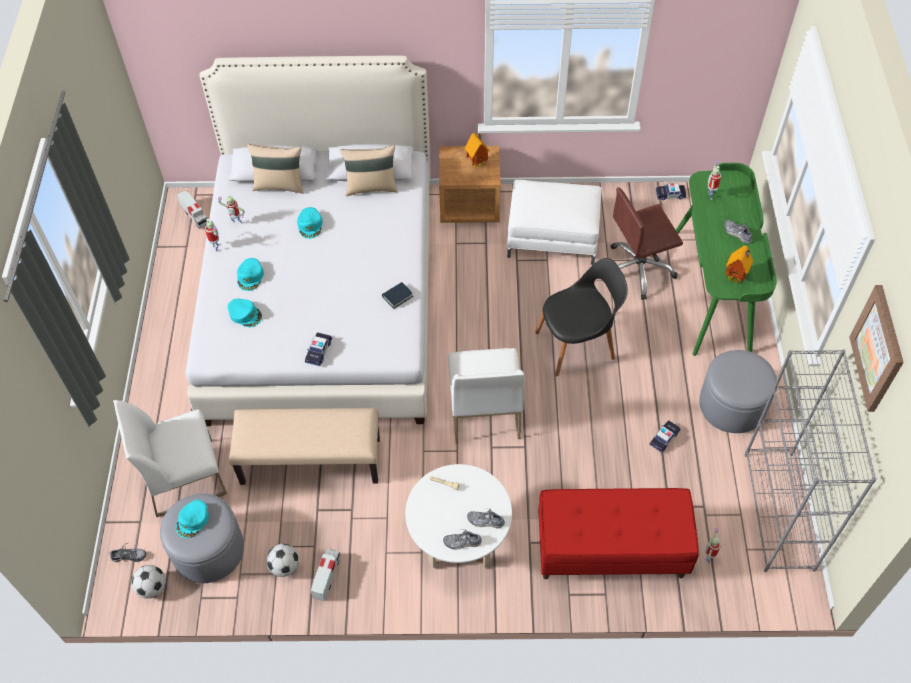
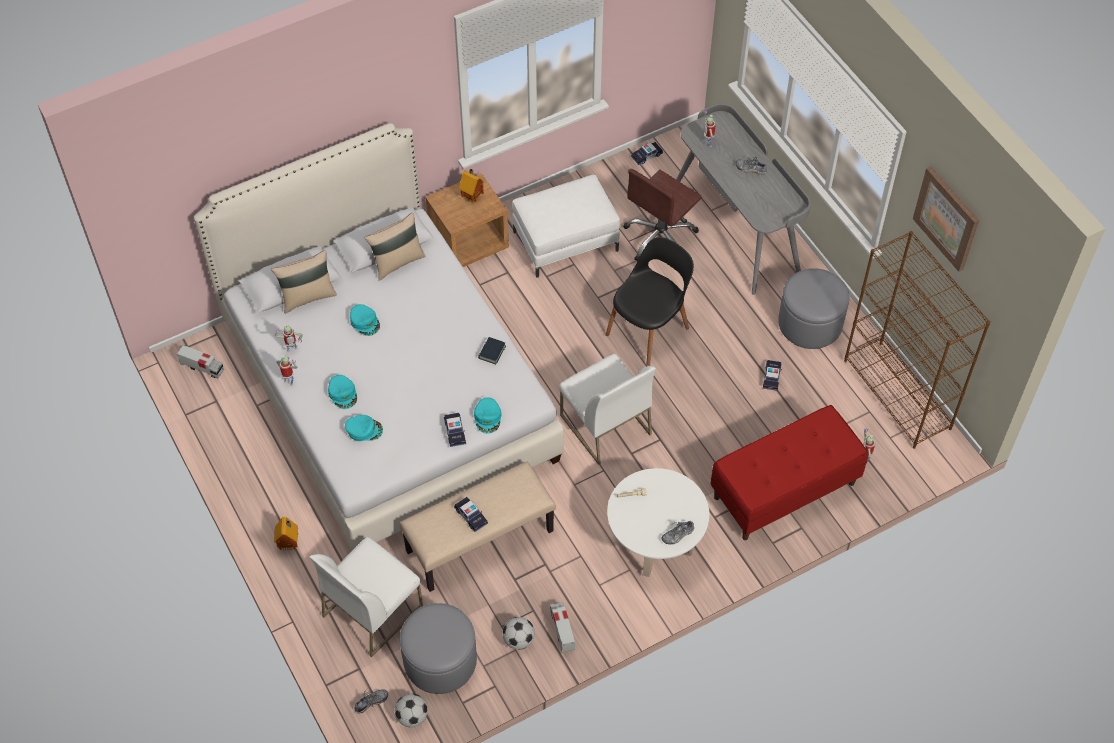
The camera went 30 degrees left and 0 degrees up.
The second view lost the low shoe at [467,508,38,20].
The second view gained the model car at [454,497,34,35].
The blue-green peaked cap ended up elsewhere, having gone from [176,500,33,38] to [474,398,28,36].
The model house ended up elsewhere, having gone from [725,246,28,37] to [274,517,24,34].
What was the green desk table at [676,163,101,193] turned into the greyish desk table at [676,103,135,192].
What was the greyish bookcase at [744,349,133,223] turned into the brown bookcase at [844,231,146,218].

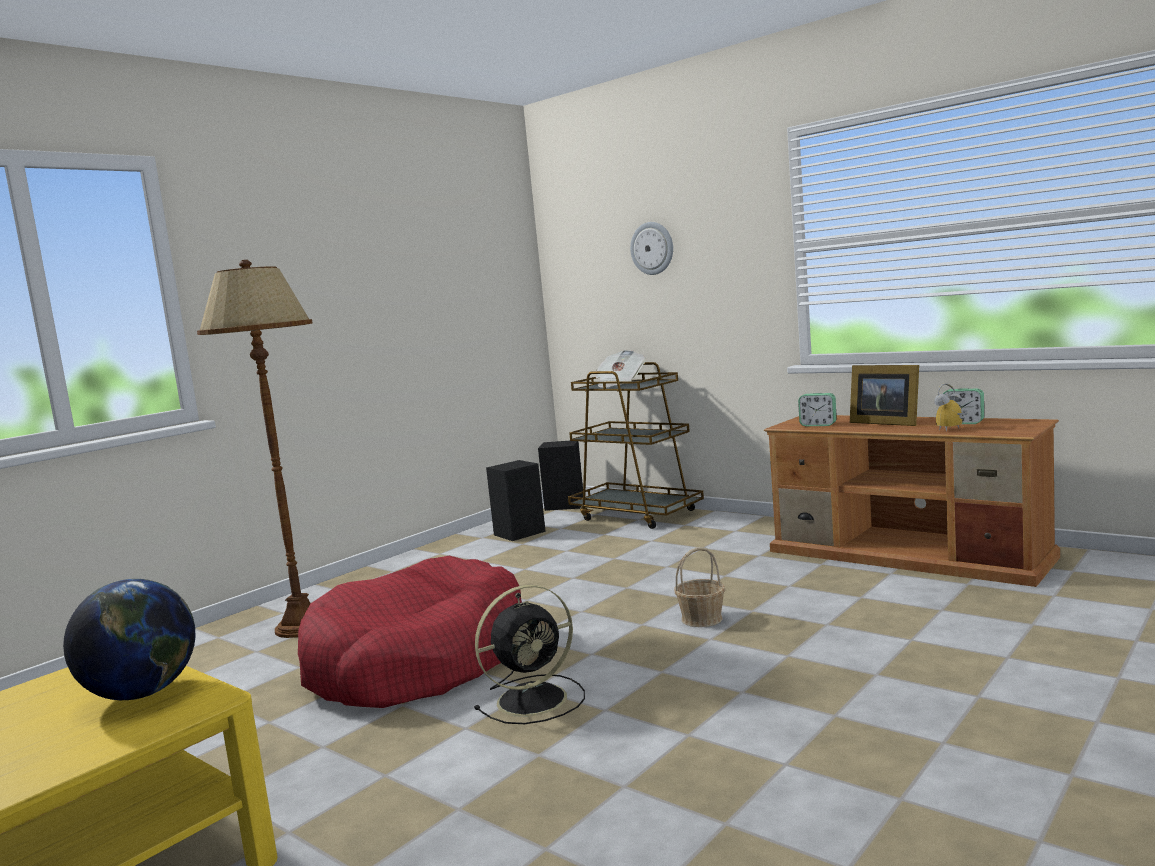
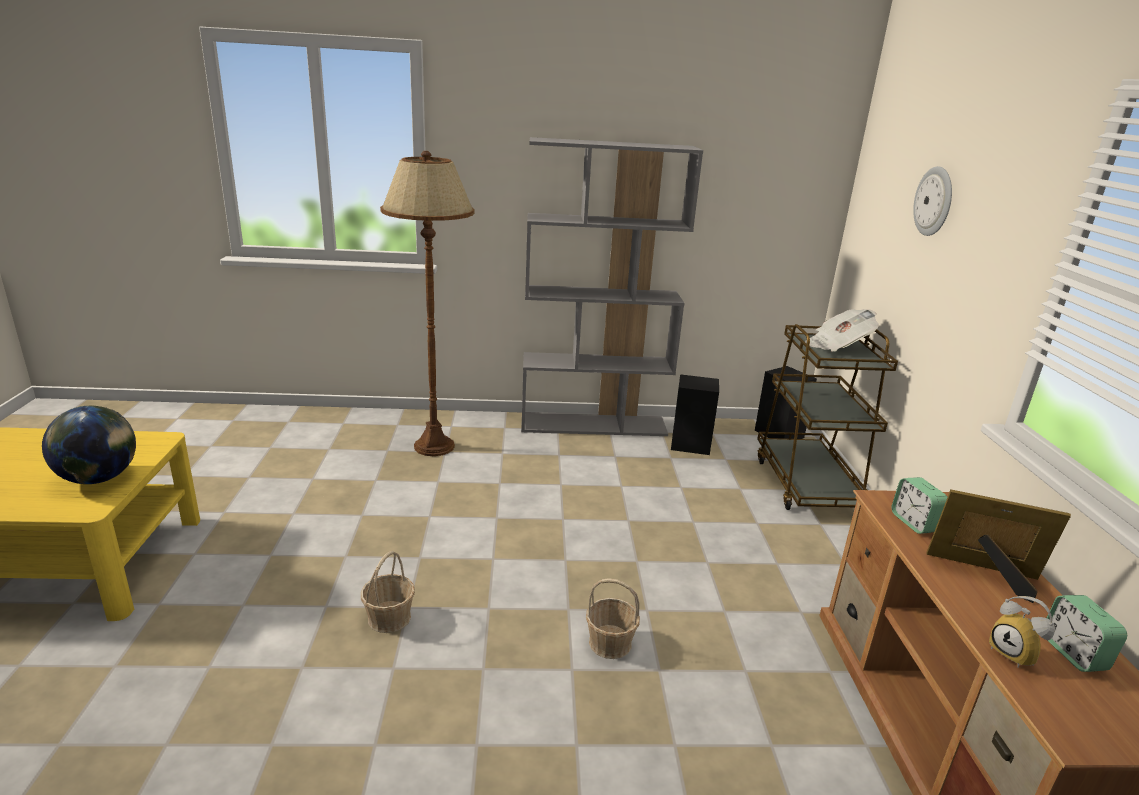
The camera went 45 degrees right and 15 degrees up.
The second view lost the red-coloured dog cushion at [298,556,224,152].
The second view gained the greyish bookcase at [521,137,182,299].
Where the black-coloured electric fan stood at [474,585,111,139], the storage basket came to stand at [361,551,54,82].
The picture frame at [850,365,69,61] ended up facing another way, 105 degrees clockwise from before.
The bedside clock at [934,383,34,49] ended up facing another way, 135 degrees counterclockwise from before.

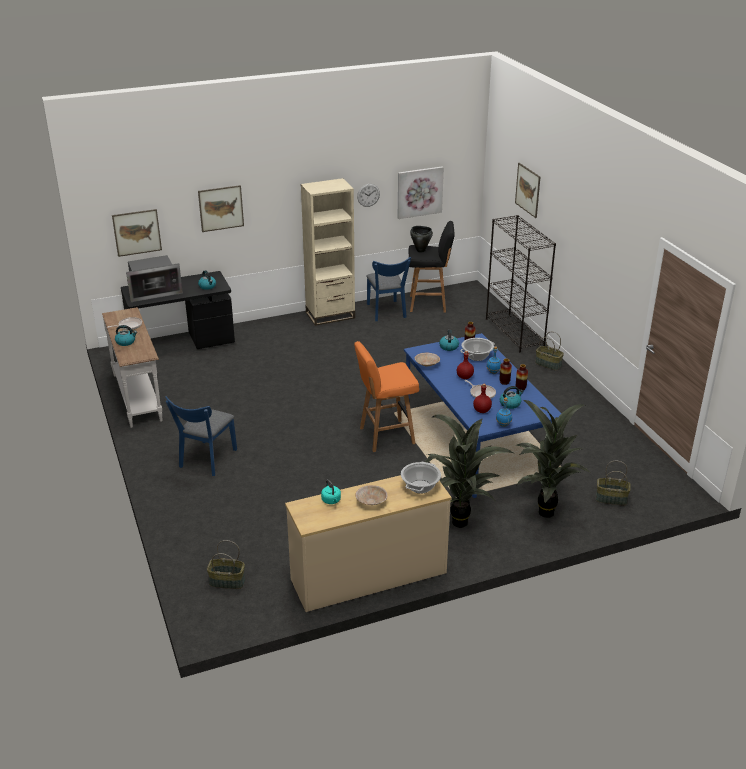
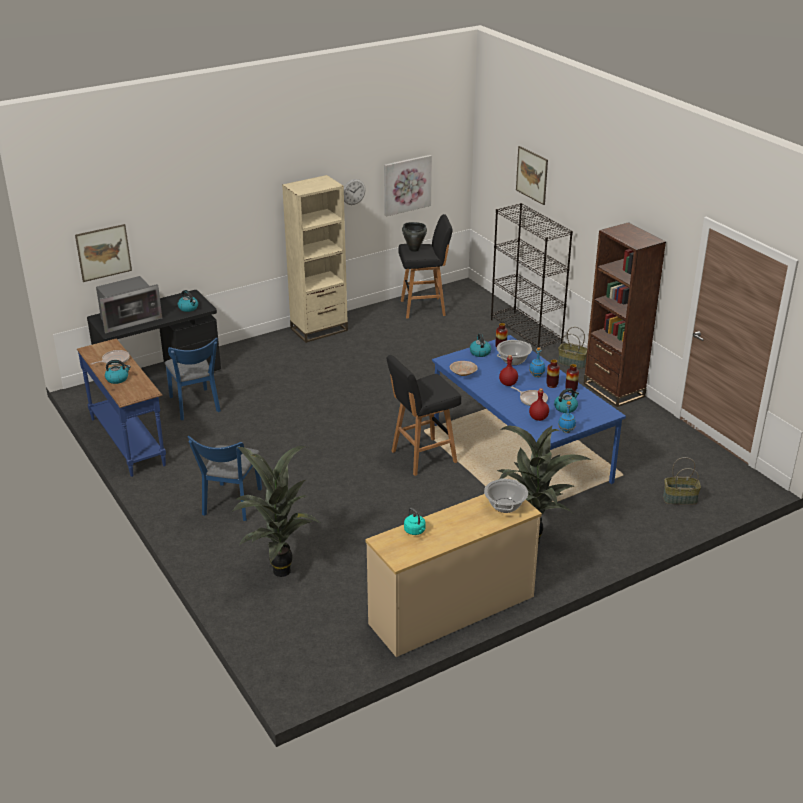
The camera went 10 degrees left and 0 degrees up.
The second view lost the wall art at [198,185,46,47].
The second view lost the storage basket at [207,540,38,49].
The second view lost the sand-coloured serving bowl at [355,485,33,20].
The second view gained the brown bookcase at [584,222,82,185].
The bluish chair ended up elsewhere, having gone from [366,257,45,64] to [165,338,56,82].
The houseplant ended up elsewhere, having gone from [515,400,77,118] to [233,446,88,131].
What was the white-coloured hall table at [102,307,60,121] turned into the bluish hall table at [77,339,89,138].
What was the orange stool at [354,341,65,111] turned into the black-coloured stool at [386,355,75,121].

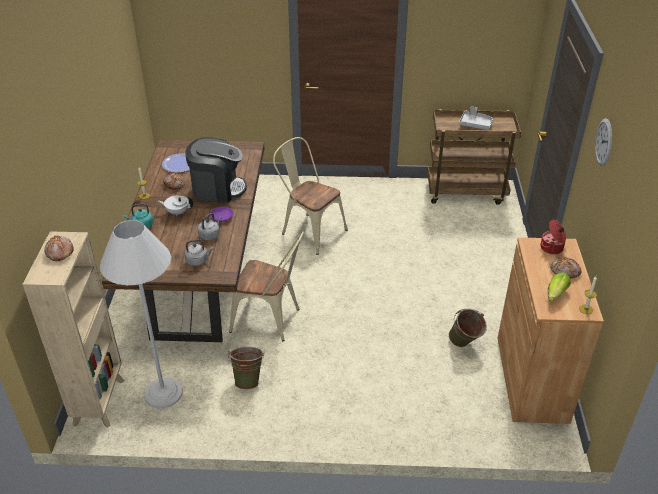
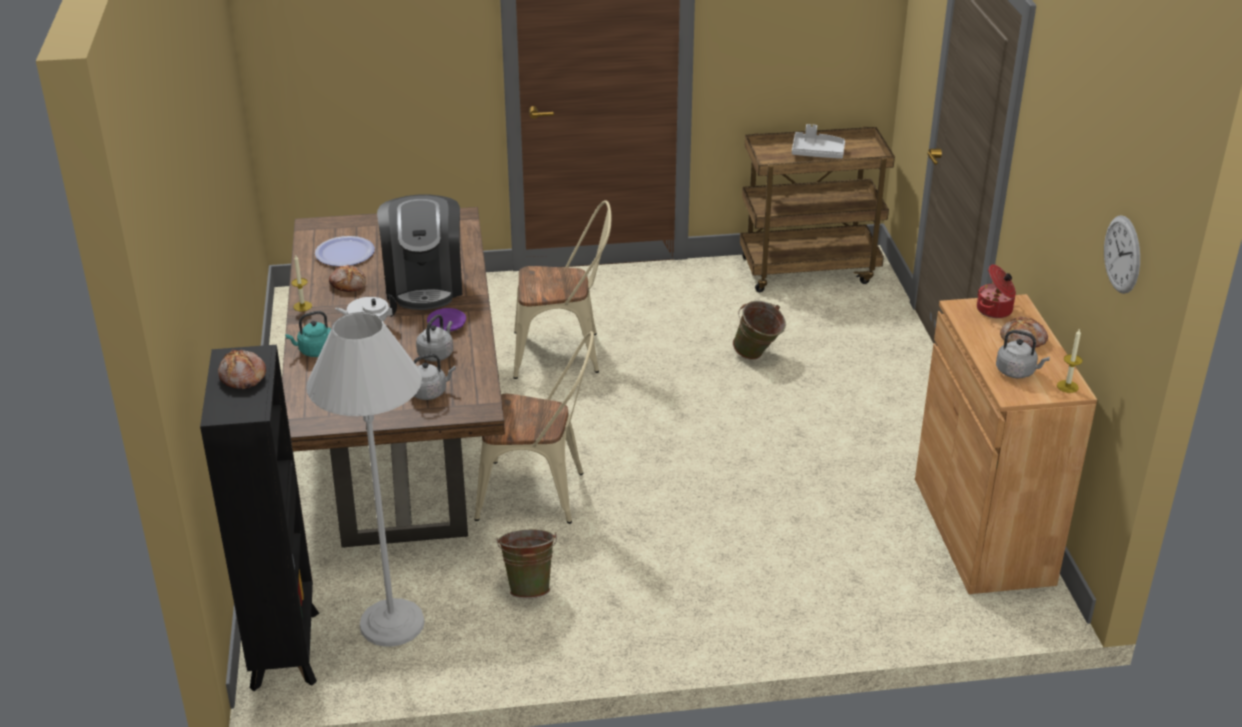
The camera went 10 degrees left and 5 degrees down.
The green bucket ended up elsewhere, having gone from [449,309,38,38] to [733,301,53,59].
The clock on the wall ended up elsewhere, having gone from [595,118,17,48] to [1104,215,36,79].
Where the lettuce stood at [547,273,23,28], the greyish tea kettle came to stand at [996,330,54,48].
What was the sand-coloured bookcase at [22,231,103,197] turned into the black-coloured bookcase at [200,345,119,346].
The coffee maker at [185,137,62,66] ended up facing another way, 90 degrees clockwise from before.
The sand-coloured chair at [273,137,75,118] ended up facing another way, 150 degrees clockwise from before.

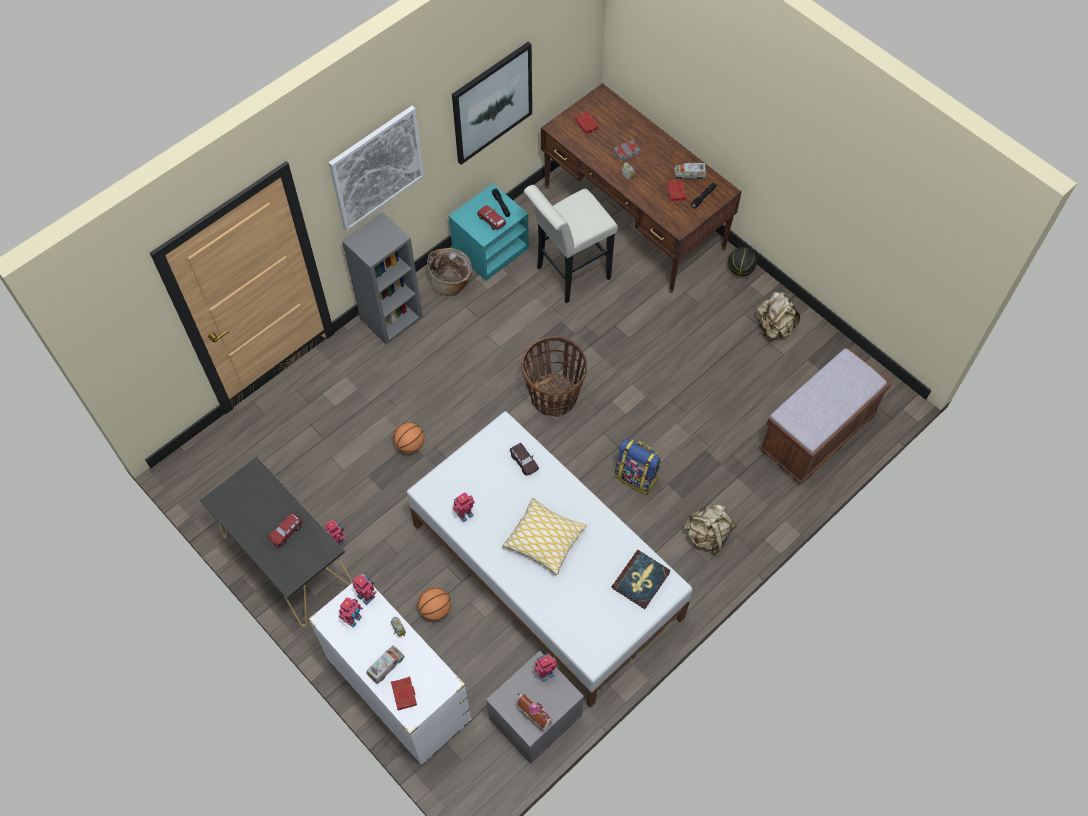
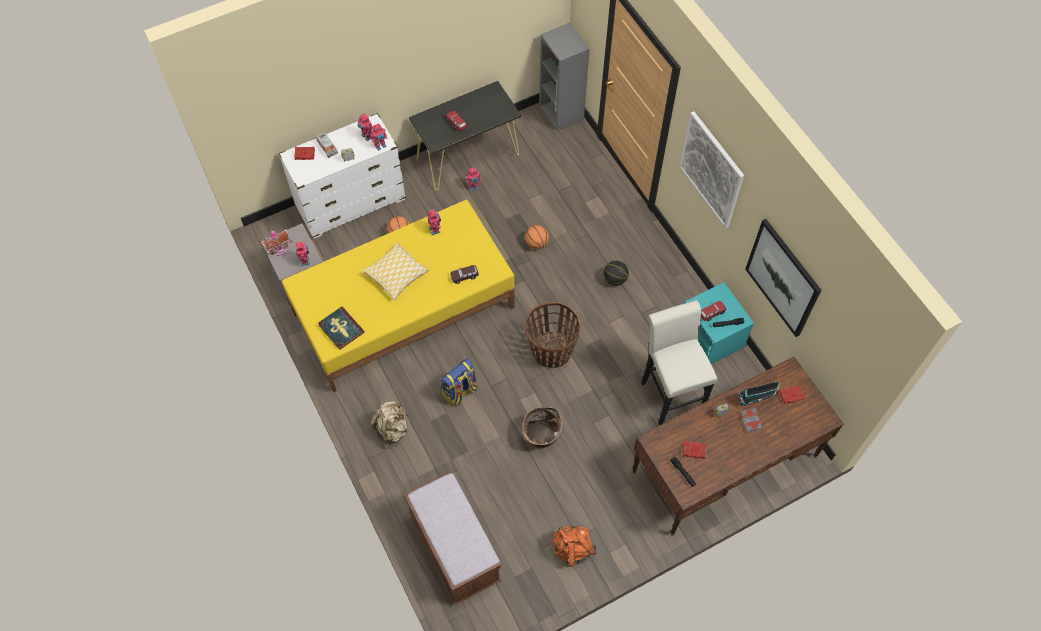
The camera went 105 degrees right and 0 degrees up.
The second view lost the toy lorry at [675,163,31,17].
The second view gained the model house at [738,381,42,26].
The greyish bookcase ended up elsewhere, having gone from [342,212,81,132] to [539,23,51,108].
The storage basket ended up elsewhere, having gone from [427,248,45,48] to [522,407,40,41].
The ball for basketball ended up elsewhere, having gone from [728,247,29,29] to [604,261,25,25].
What was the white-coloured sleeping bed at [407,411,285,296] turned into the yellowish sleeping bed at [282,200,233,193].
What was the sand-coloured rucksack at [757,292,43,46] turned into the orange rucksack at [552,526,44,41].

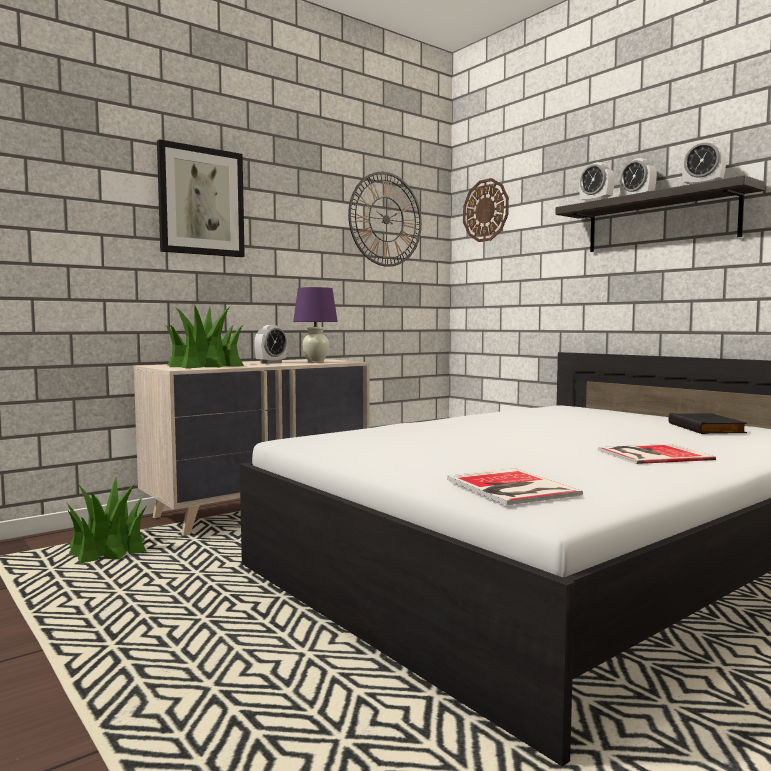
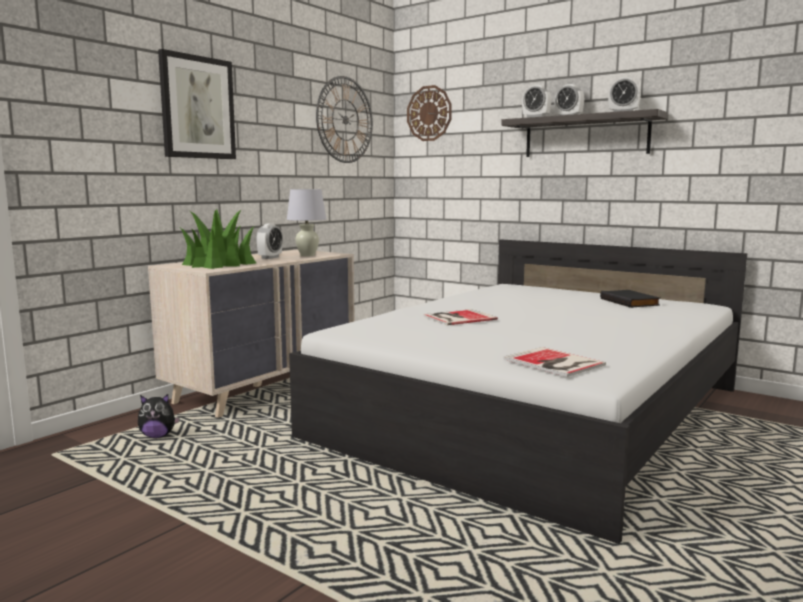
The camera went 15 degrees left and 5 degrees up.
The volume ended up elsewhere, having gone from [598,444,118,20] to [423,309,75,16].
Where the houseplant stood at [66,477,81,87], the plush toy came to stand at [138,394,42,44].
What was the purple lamp for a table at [293,287,45,76] turned into the white-coloured lamp for a table at [287,189,39,67].

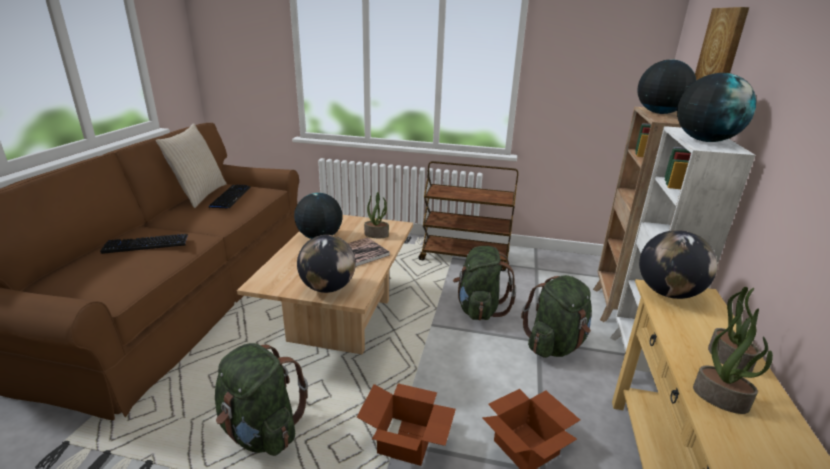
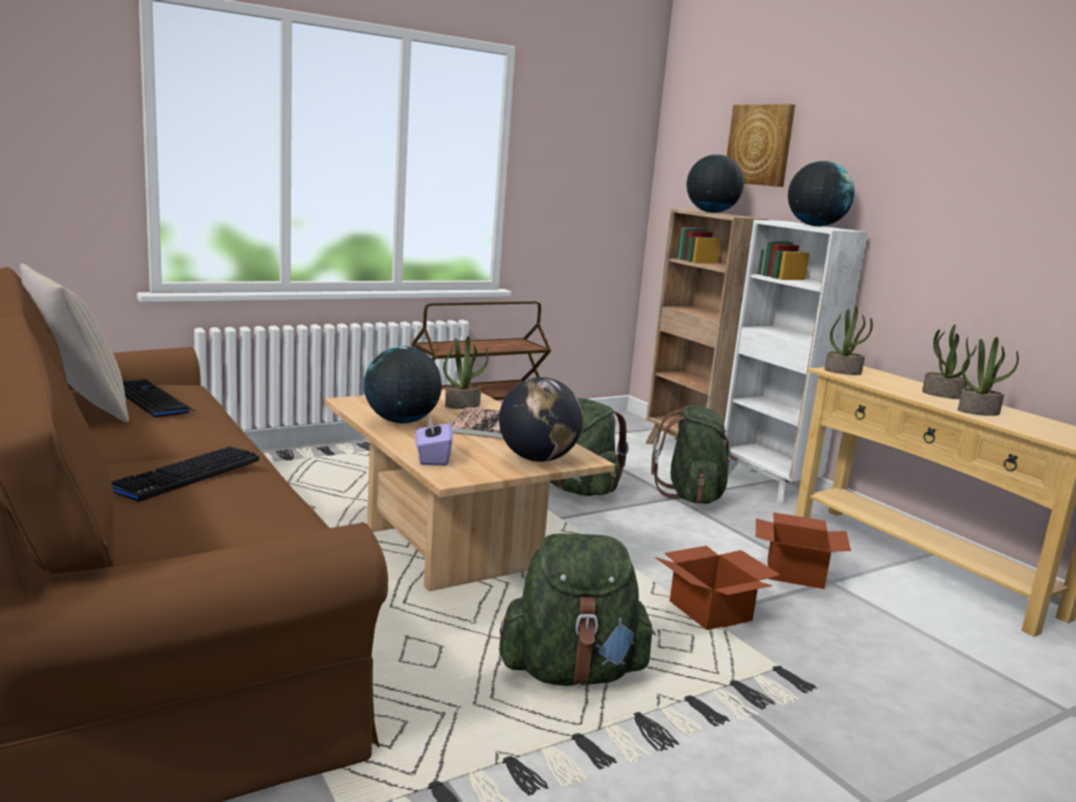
The camera went 45 degrees left and 10 degrees down.
The second view gained the purple box of tissues at [415,415,38,51].
Where the desk globe stood at [639,230,78,69], the houseplant came to stand at [825,306,48,69].

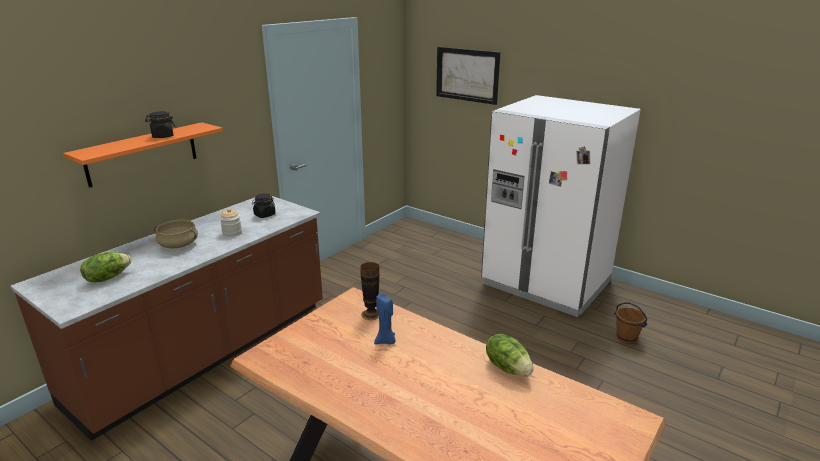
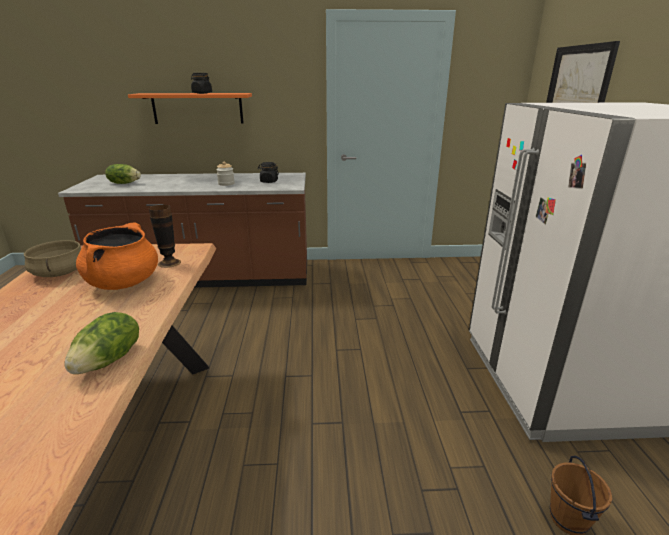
The camera went 50 degrees right and 0 degrees up.
The sand-coloured saucepot ended up elsewhere, having gone from [154,220,44,28] to [24,240,58,37].
Where the bluish candle stood at [374,293,22,52], the orange saucepot came to stand at [76,222,82,68].

